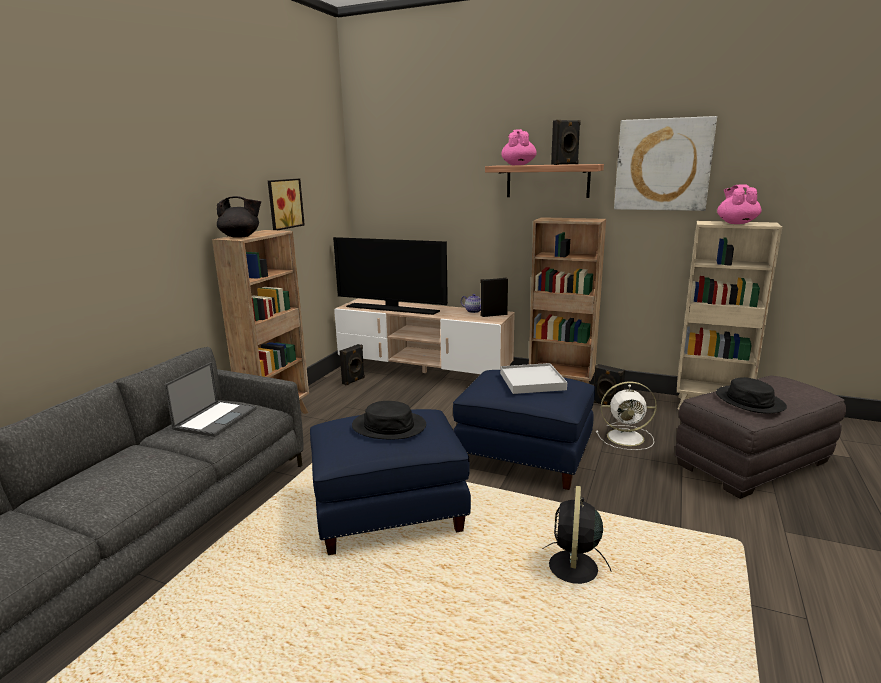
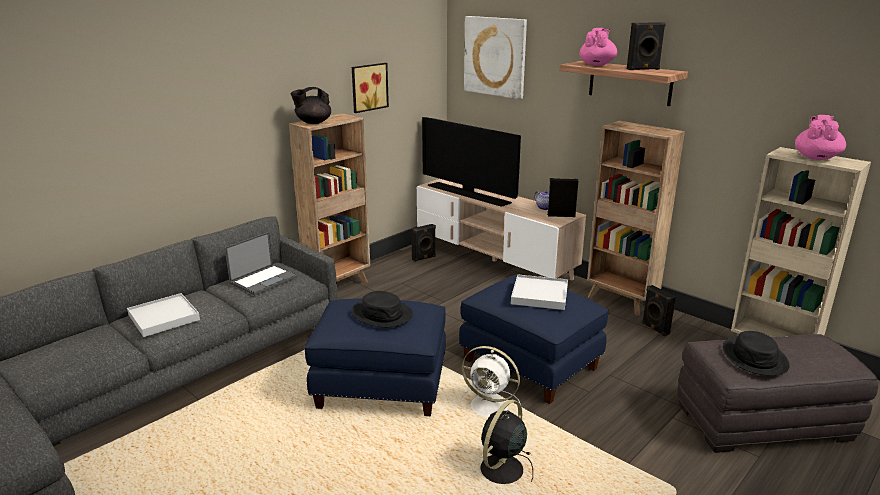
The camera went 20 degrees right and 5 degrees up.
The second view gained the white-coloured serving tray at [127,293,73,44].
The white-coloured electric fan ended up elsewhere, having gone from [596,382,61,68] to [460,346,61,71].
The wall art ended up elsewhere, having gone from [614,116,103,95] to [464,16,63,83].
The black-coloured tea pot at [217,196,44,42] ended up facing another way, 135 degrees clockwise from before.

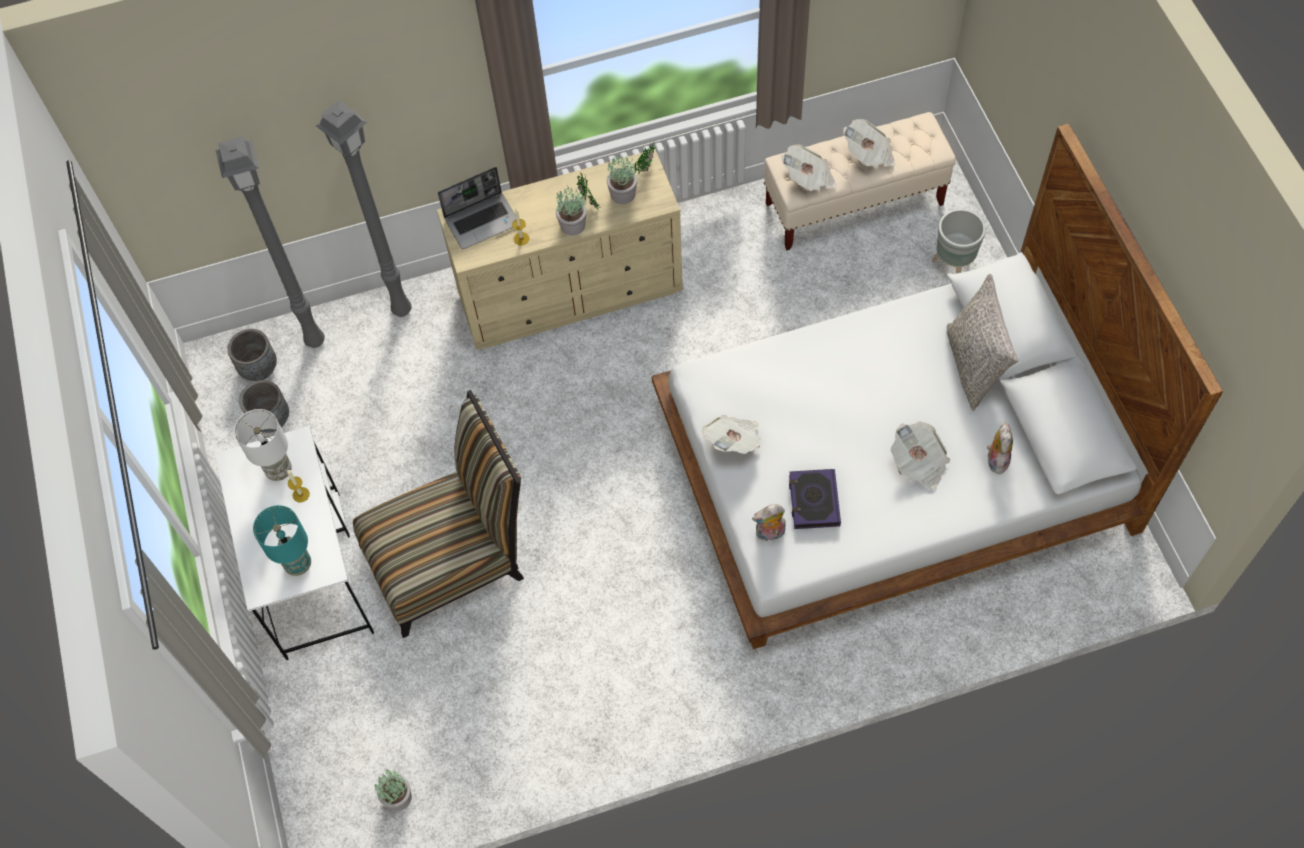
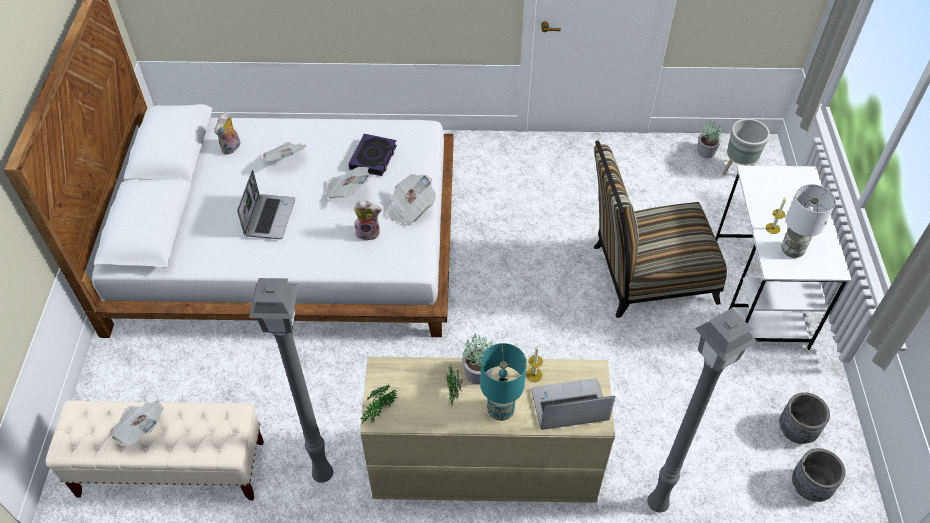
The camera went 165 degrees left and 10 degrees down.
The second view lost the houseplant at [607,155,30,49].
The second view lost the greyish cushion at [947,274,71,137].
The second view gained the notebook computer at [237,170,58,69].
The greyish floor lamp ended up elsewhere, having gone from [216,136,109,212] to [249,278,84,205].
The blue-green lamp for a table ended up elsewhere, having gone from [253,505,58,71] to [480,343,47,78].
The plush toy ended up elsewhere, having gone from [752,504,34,37] to [354,200,28,41].
The daily paper ended up elsewhere, having gone from [781,144,56,47] to [325,167,44,32].
The greyish plant pot ended up elsewhere, having gone from [932,209,54,64] to [722,119,48,56].

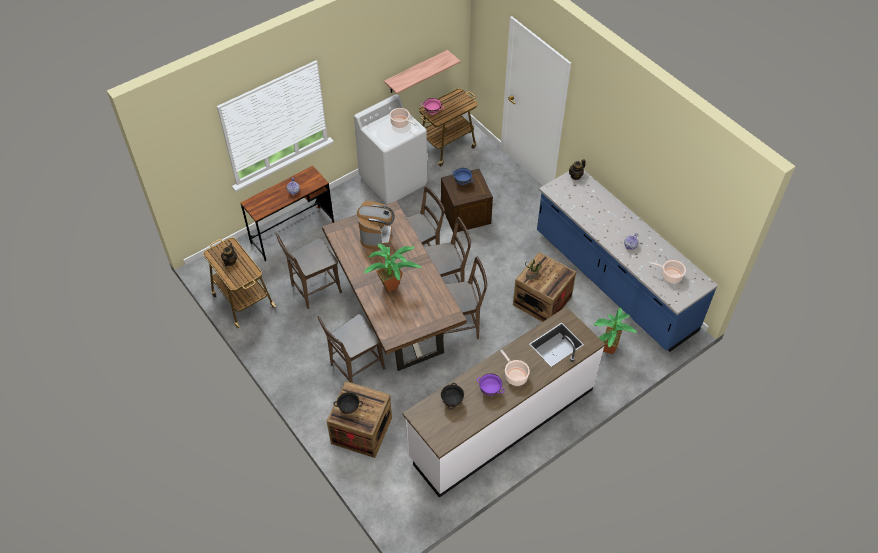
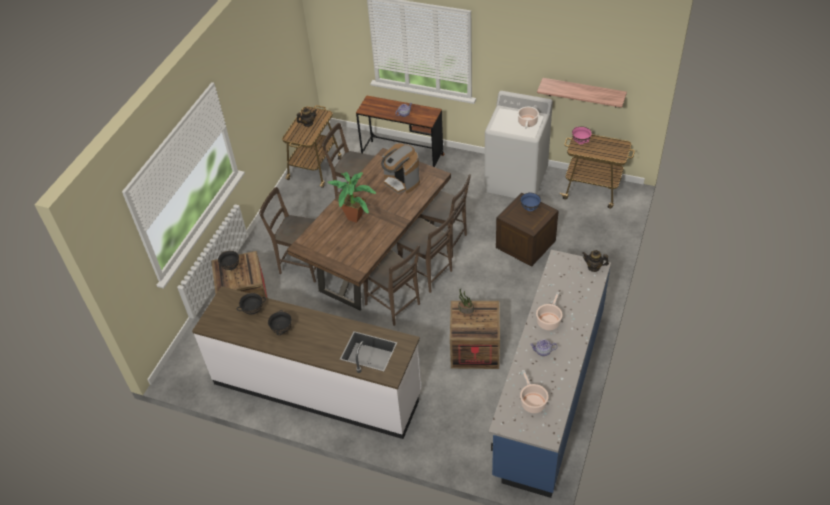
The camera went 60 degrees right and 5 degrees down.
The second view lost the houseplant at [593,307,44,47].
The saucepot ended up elsewhere, having gone from [500,350,30,36] to [536,292,26,39].
What was the purple serving bowl at [477,373,28,23] turned into the black-coloured serving bowl at [268,310,24,25].
The coffee maker at [357,201,38,48] ended up facing another way, 75 degrees clockwise from before.

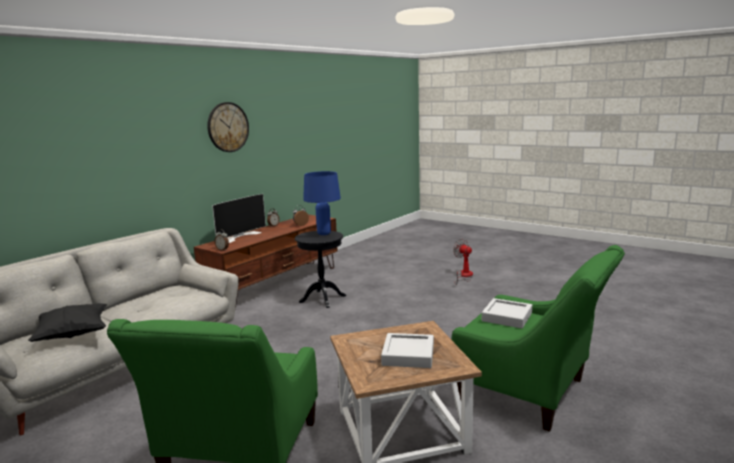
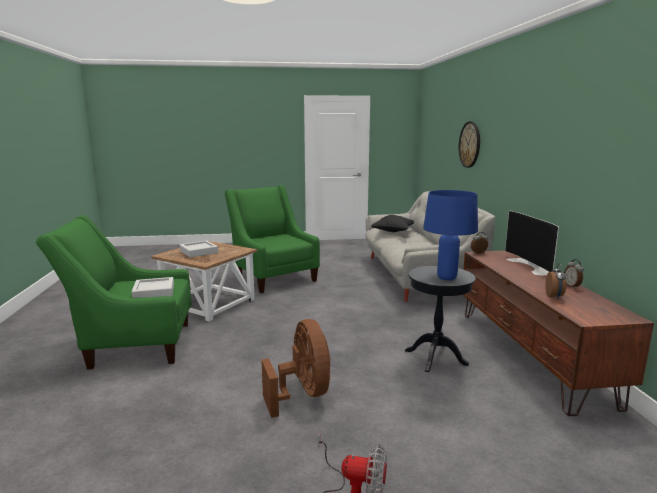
The camera went 135 degrees right and 0 degrees up.
The second view gained the brown electric fan at [261,319,70,99].
The clock on the wall ended up elsewhere, having gone from [207,102,42,50] to [459,121,21,47].

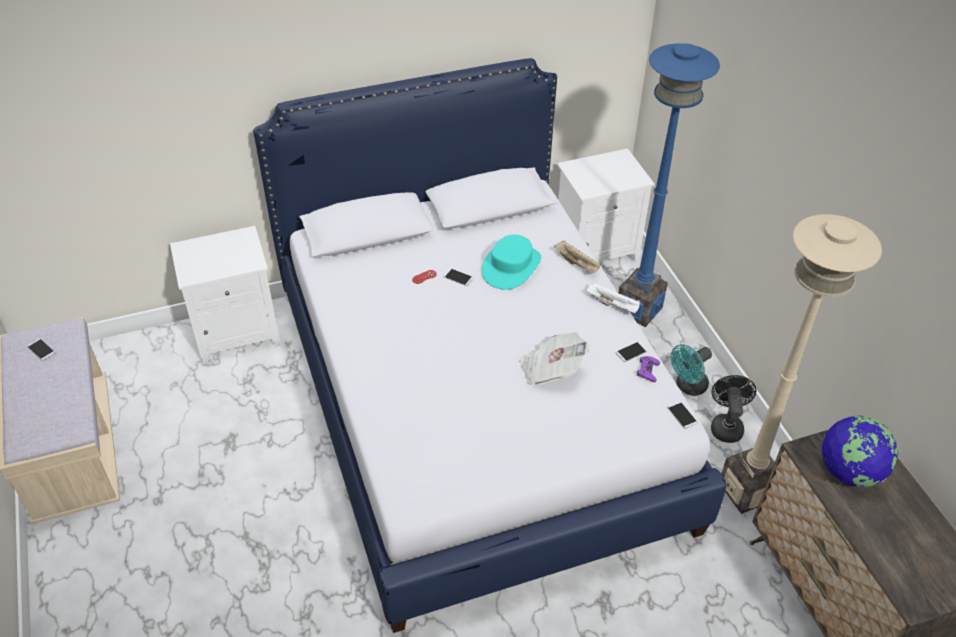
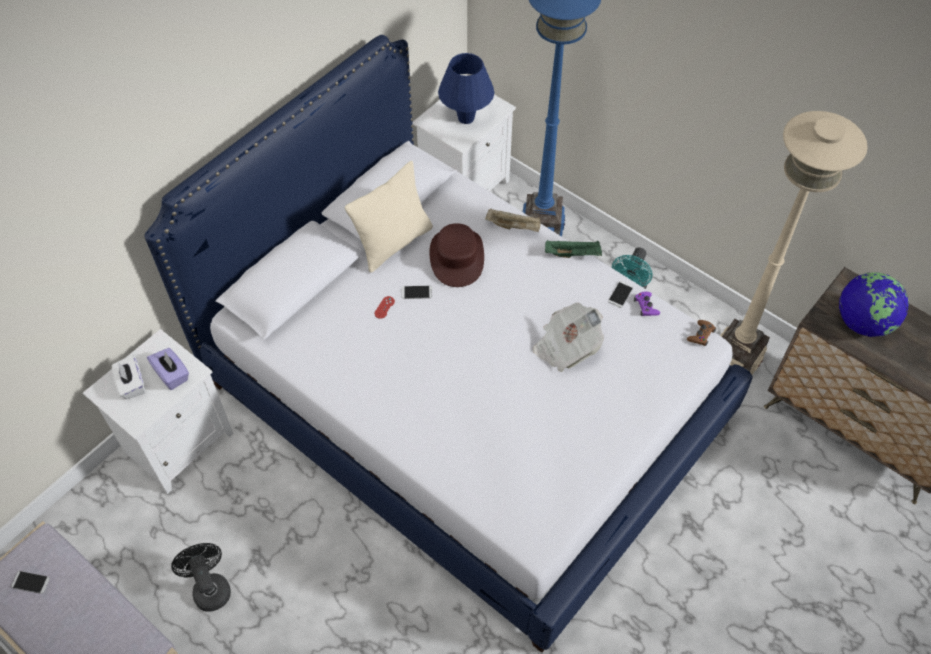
The camera went 30 degrees left and 10 degrees up.
The second view gained the white-coloured box of tissues at [112,354,33,45].
The second view gained the purple box of tissues at [147,348,42,42].
The second view gained the sand-coloured cushion at [345,161,88,112].
The second view gained the bluish lamp for a table at [438,53,56,71].
The black-coloured electric fan ended up elsewhere, having gone from [711,375,45,68] to [171,543,60,69].
Where the handset stood at [667,401,31,28], the brown gamepad came to stand at [687,320,29,26].
What was the blue-green wearable hat at [482,234,59,56] turned into the brown wearable hat at [430,223,54,64].
What was the white-coloured serving tray at [586,283,54,30] turned into the green serving tray at [545,240,57,18].

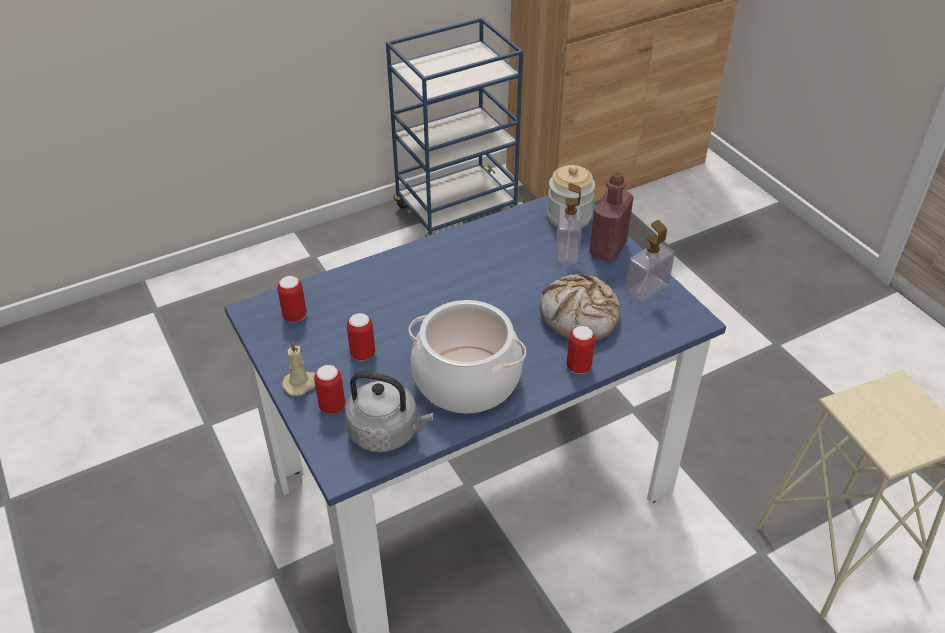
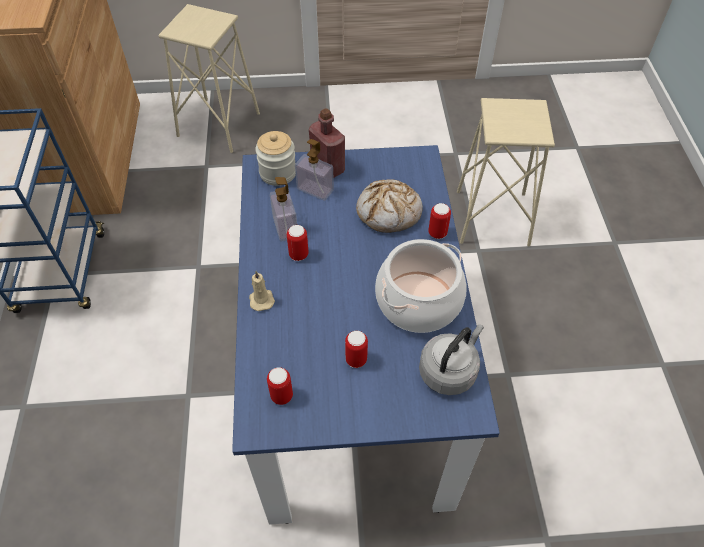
The camera went 65 degrees left and 10 degrees up.
The second view gained the sand-coloured stool at [158,4,102,149].
The sand-coloured candle ended up elsewhere, having gone from [282,340,33,56] to [249,271,26,40].
The sealed can ended up elsewhere, having gone from [314,365,31,49] to [287,225,22,36].
The liquid soap bottle ended up elsewhere, having gone from [625,220,50,83] to [270,177,27,64].

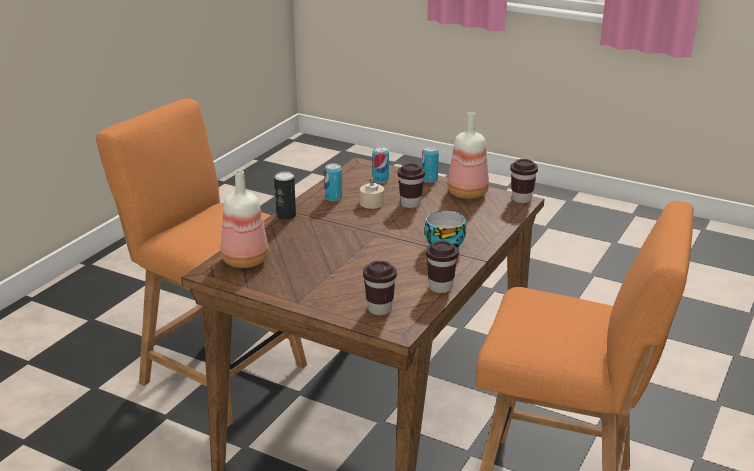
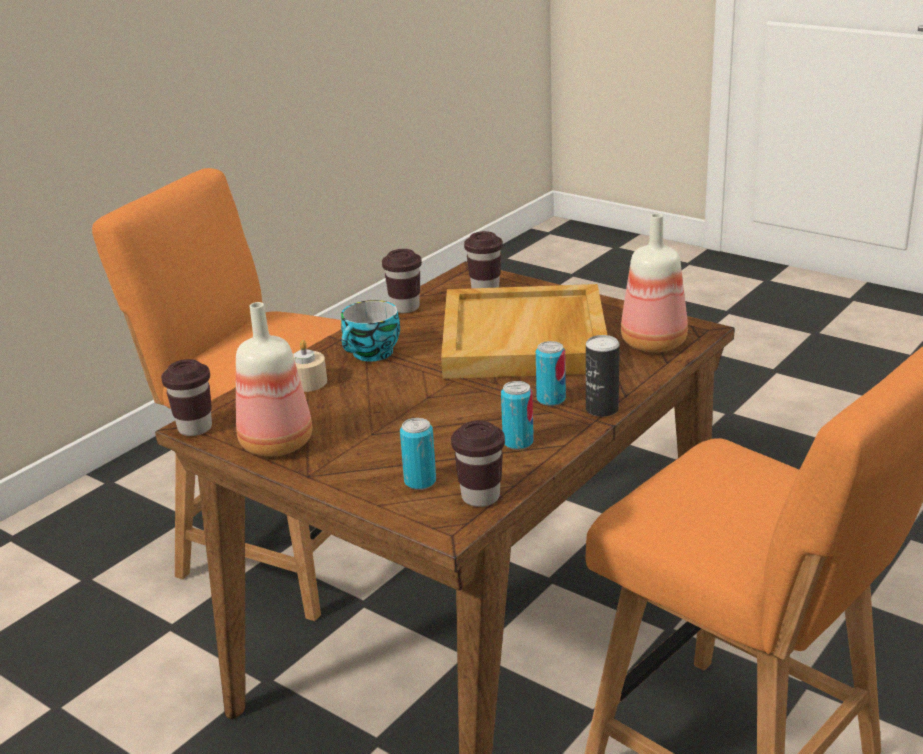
The camera went 170 degrees left and 0 degrees up.
The second view gained the sand-coloured serving tray at [441,284,166,95].
The sand-coloured candle ended up elsewhere, having gone from [360,177,24,32] to [293,340,34,52].
The brown drinking cup ended up elsewhere, having gone from [397,163,28,45] to [451,420,54,87].
The sealed can ended up elsewhere, having gone from [422,146,17,37] to [536,341,30,65].

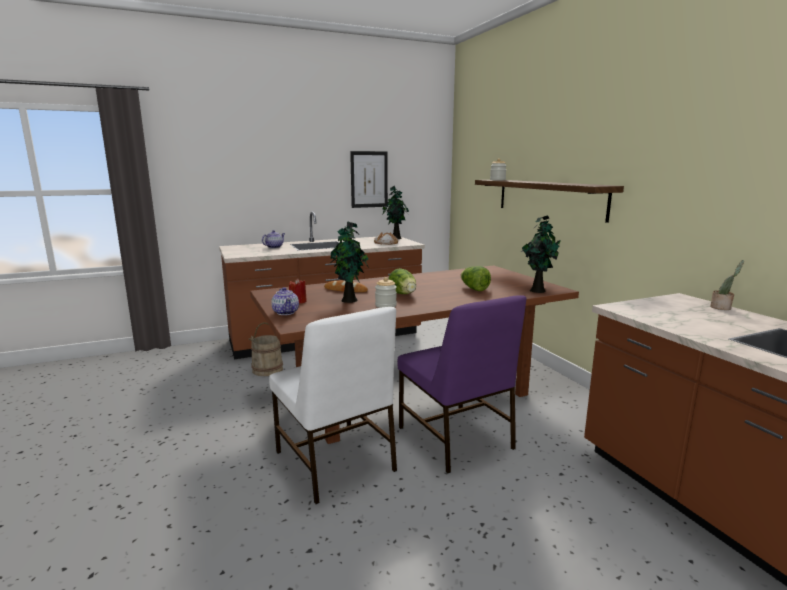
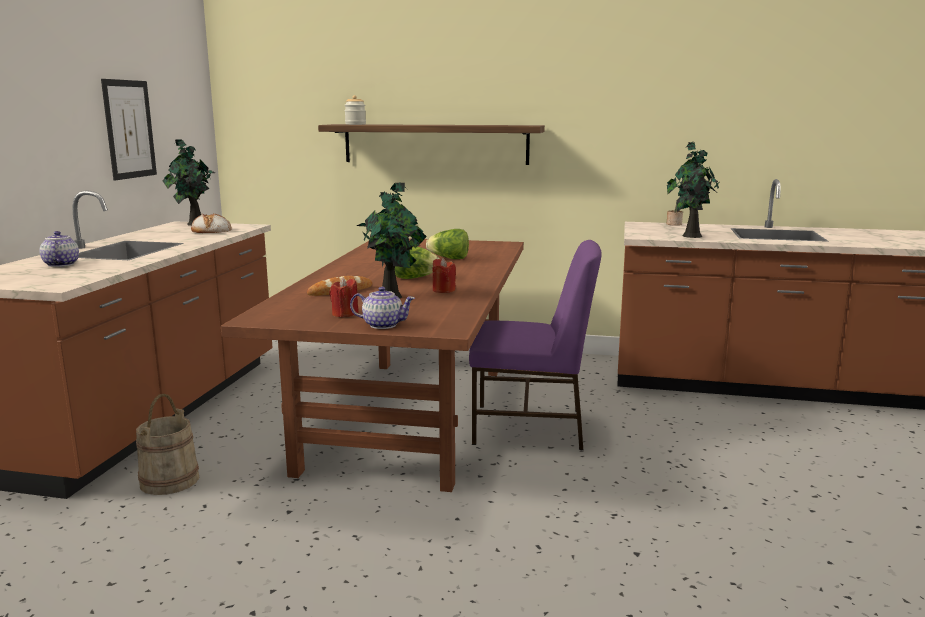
The camera went 55 degrees left and 0 degrees up.
The second view lost the white-coloured chair at [269,307,128,197].
The houseplant ended up elsewhere, having gone from [521,215,40,78] to [667,142,52,96].
Where the storage jar stood at [375,277,22,31], the red-coloured candle came to stand at [432,258,24,35].

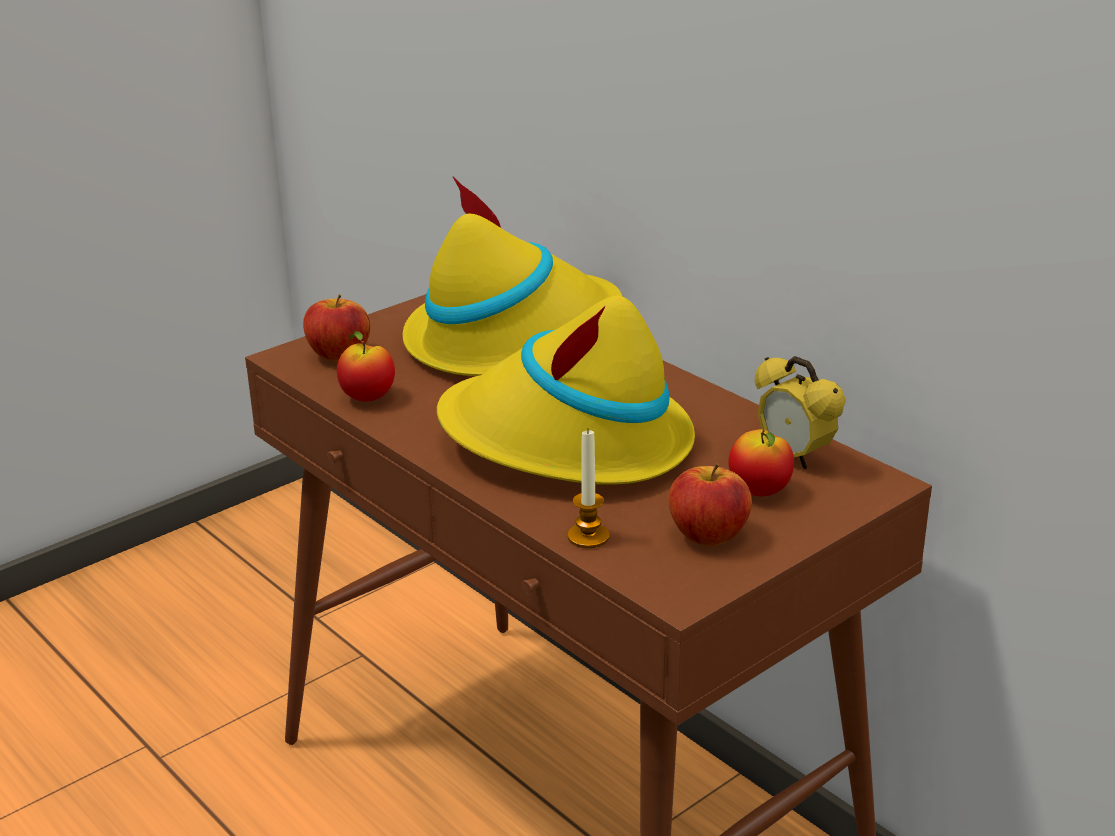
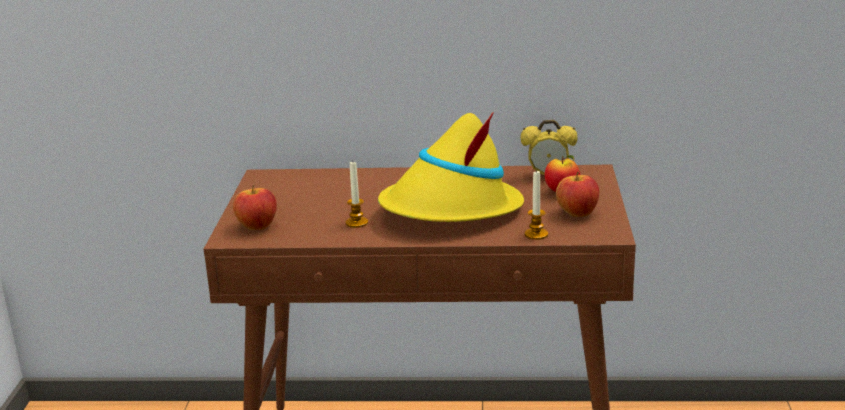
The camera went 45 degrees left and 5 degrees down.
The second view lost the whole apple at [337,331,58,71].
The second view lost the yellowish wearable hat at [403,177,220,199].
The second view gained the candle at [346,162,22,66].

